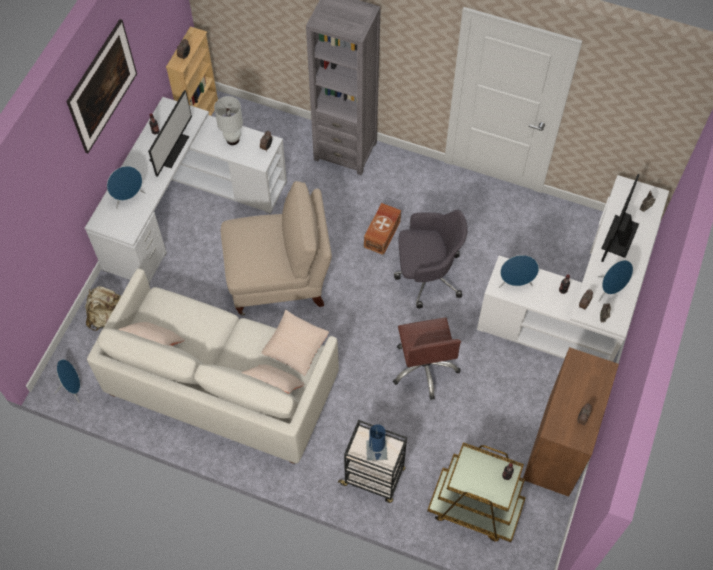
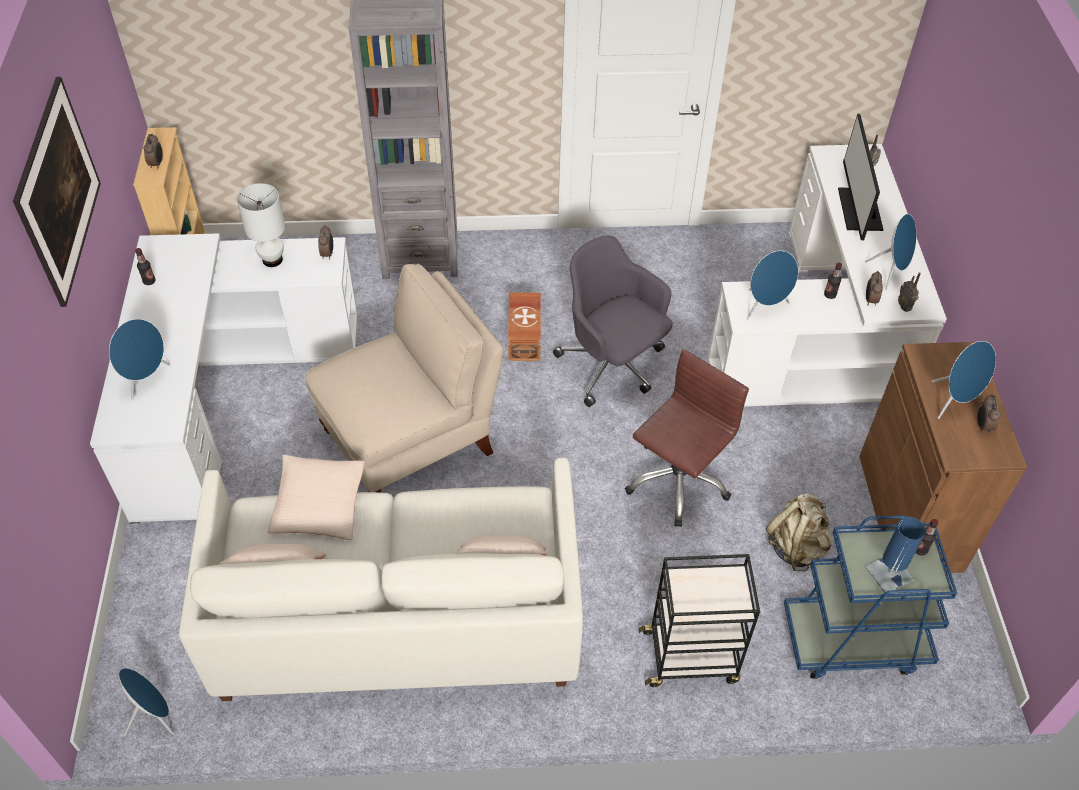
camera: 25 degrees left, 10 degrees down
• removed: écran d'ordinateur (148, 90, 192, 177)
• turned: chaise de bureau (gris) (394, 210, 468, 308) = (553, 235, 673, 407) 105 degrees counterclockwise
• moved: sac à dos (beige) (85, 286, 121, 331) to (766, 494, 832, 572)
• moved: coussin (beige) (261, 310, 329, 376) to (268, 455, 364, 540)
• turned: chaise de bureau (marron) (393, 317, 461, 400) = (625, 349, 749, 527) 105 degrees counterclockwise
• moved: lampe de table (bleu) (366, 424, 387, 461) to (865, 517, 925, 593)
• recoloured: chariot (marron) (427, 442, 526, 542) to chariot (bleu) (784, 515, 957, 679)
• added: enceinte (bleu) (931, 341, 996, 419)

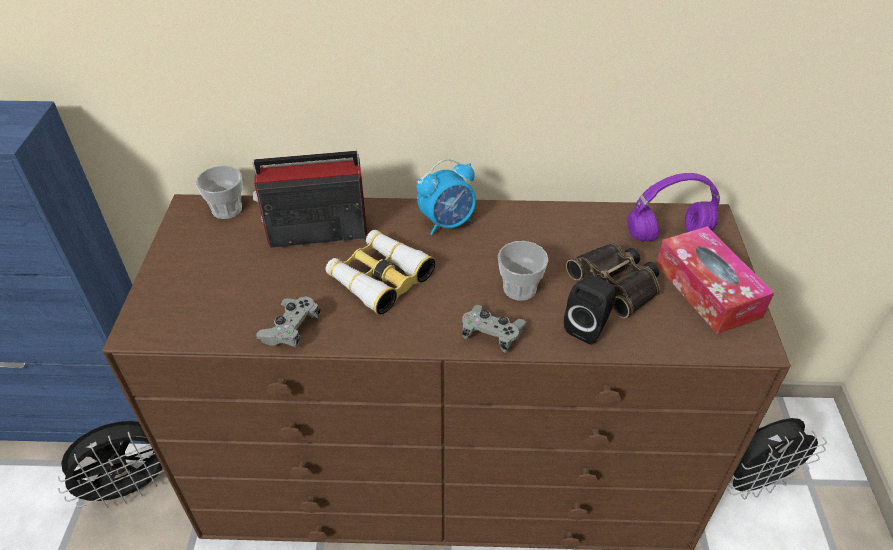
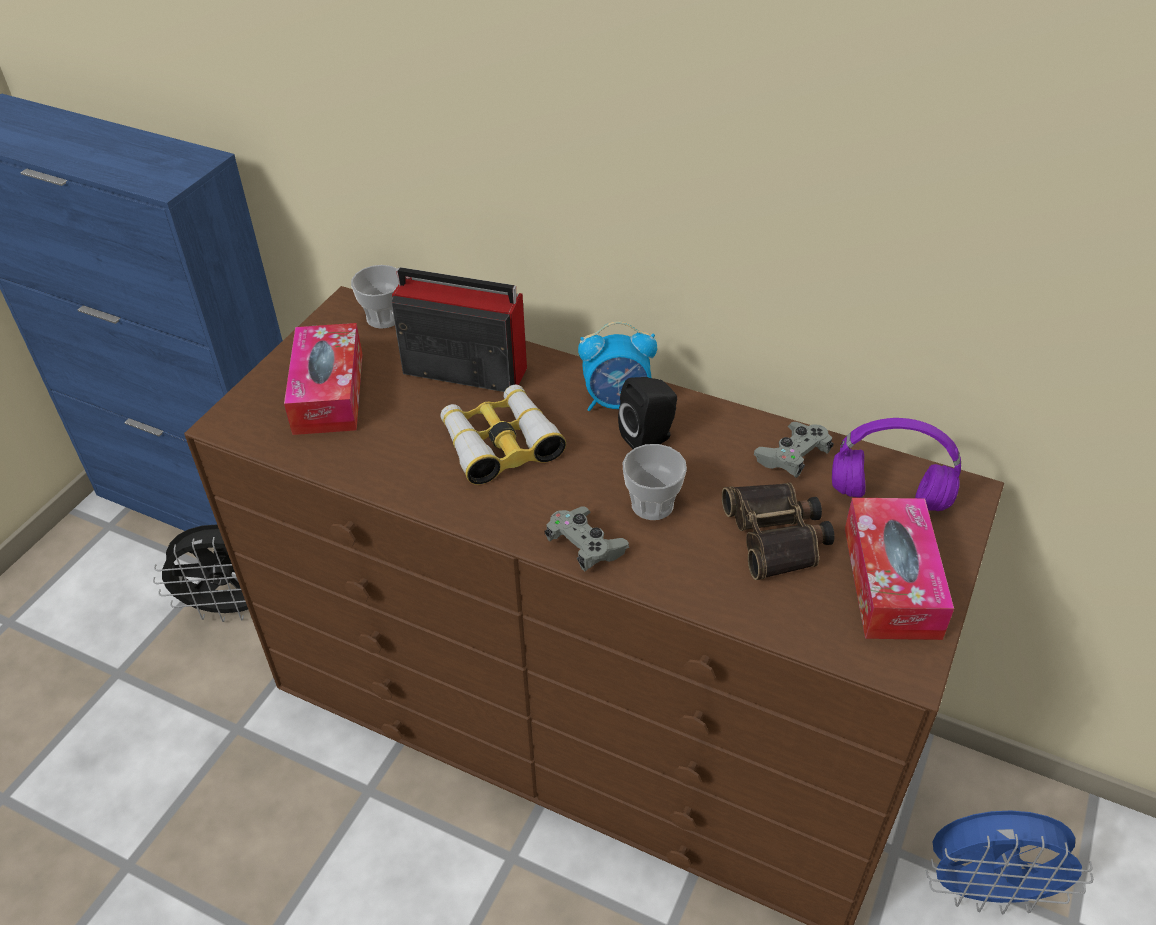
camera: 25 degrees right, 0 degrees up
• moved: enceinte (noir) (564, 276, 616, 345) to (618, 377, 677, 449)
• moved: manette (gris) (256, 296, 321, 348) to (754, 422, 834, 478)
• recoloured: ventilateur (noir) (728, 418, 827, 499) to ventilateur (bleu) (926, 810, 1093, 914)
• added: boîte à mouchoirs (284, 323, 362, 435)

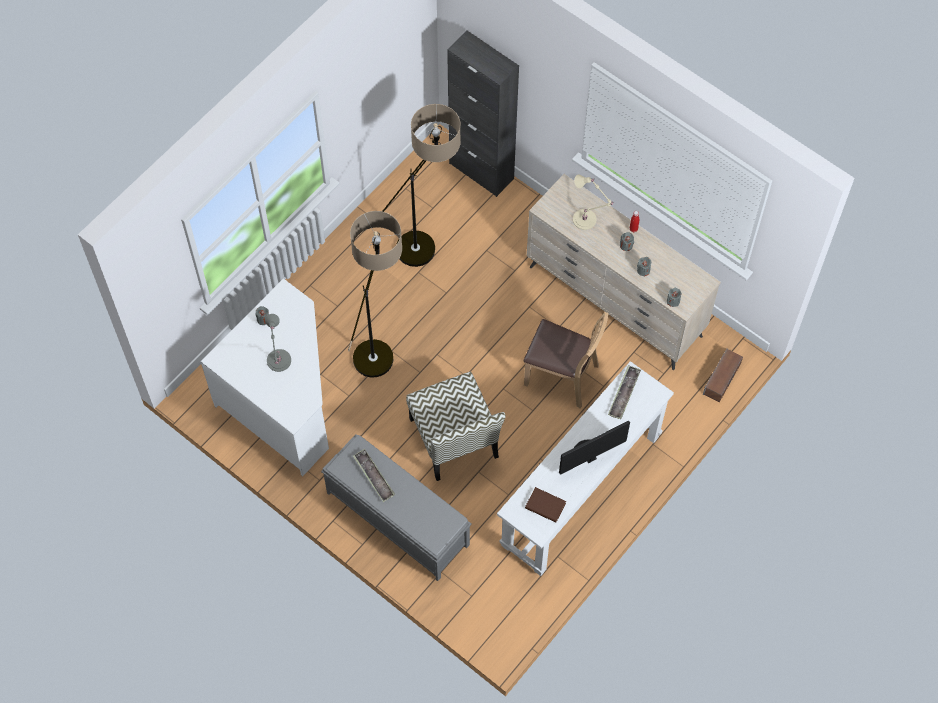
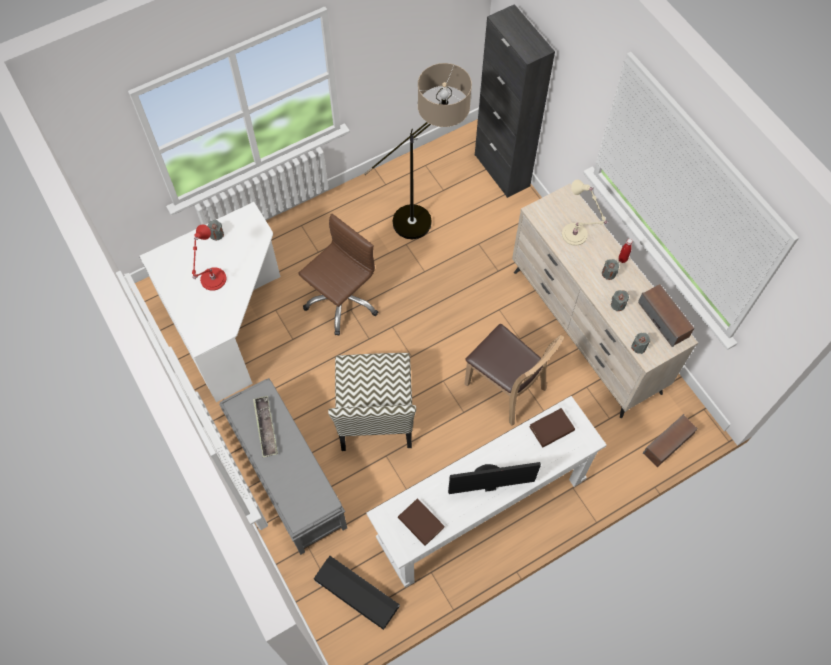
camera: 20 degrees right, 0 degrees up
• replaced: lampadaire (348, 211, 402, 378) to chaise de bureau (marron) (298, 214, 378, 335)
• recoloured: lampe de table (gris) (265, 314, 291, 372) to lampe de table (rouge) (192, 225, 226, 291)
• replaced: plateau (608, 365, 641, 419) to livre (marron) (529, 408, 575, 447)
• added: enceinte (638, 284, 694, 347)
• added: boîte de rangement (noir) (314, 556, 400, 630)

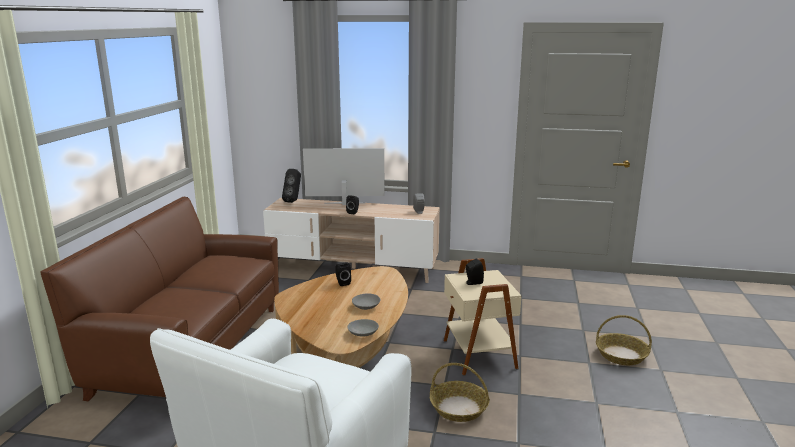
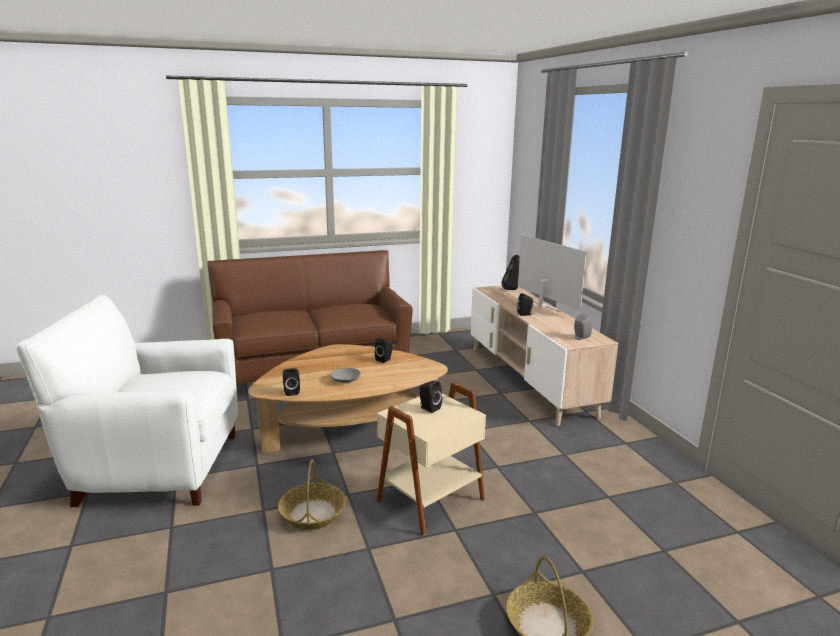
camera: 60 degrees right, 0 degrees up
• replaced: bol (gris) (347, 319, 379, 337) to enceinte (noir) (283, 368, 300, 396)

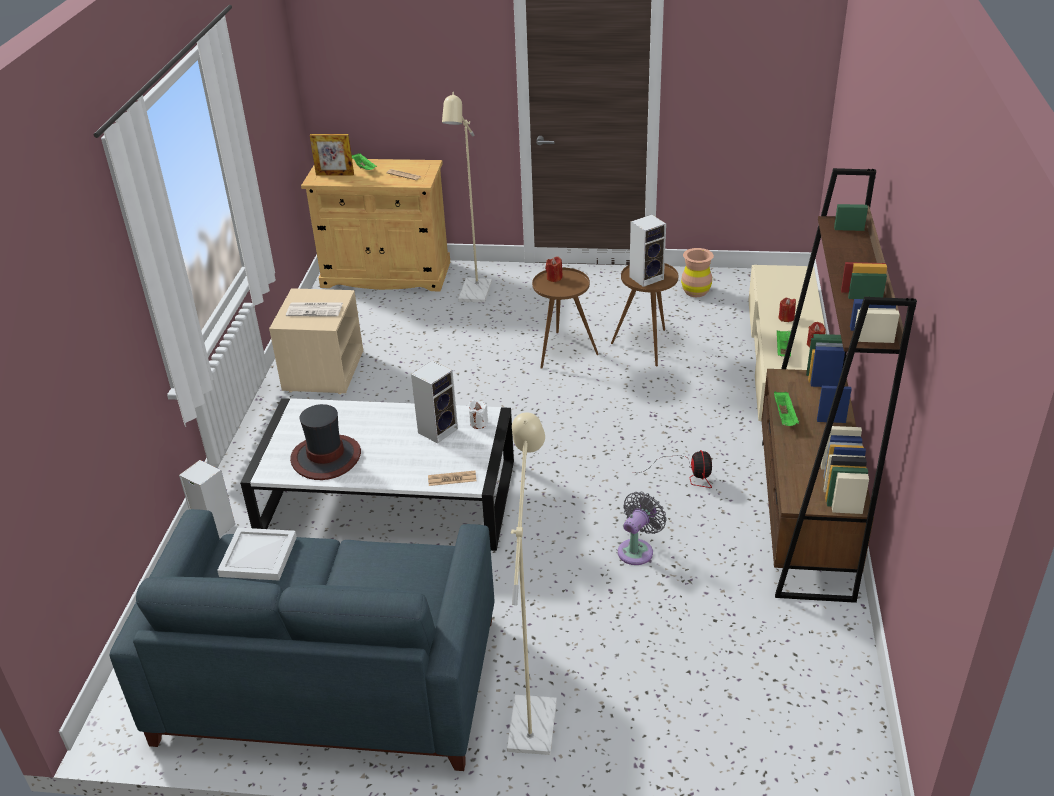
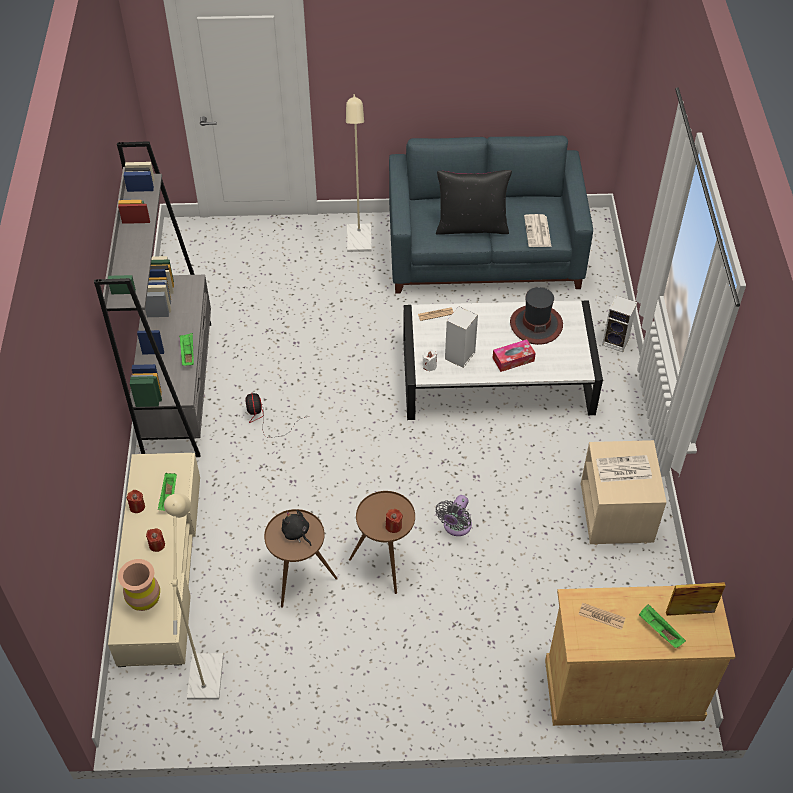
camera: 170 degrees right, 15 degrees up
• moved: lampadaire (beige) (442, 92, 492, 303) to (164, 494, 224, 700)
• recoloured: bibliothèque (marron) (761, 168, 917, 603) to bibliothèque (gris) (94, 141, 211, 457)
• replaced: enceinte (629, 215, 666, 287) to peluche (noir) (282, 510, 311, 546)
• moved: vase (marron) (681, 248, 714, 297) to (118, 559, 160, 611)
• moved: ventilateur (gris) (618, 492, 667, 565) to (435, 495, 472, 536)
• replaced: plateau (blanc) (217, 528, 297, 581) to journal (524, 214, 551, 247)
• added: coussin (noir) (436, 170, 512, 235)
• added: boîte à mouchoirs (493, 339, 536, 372)

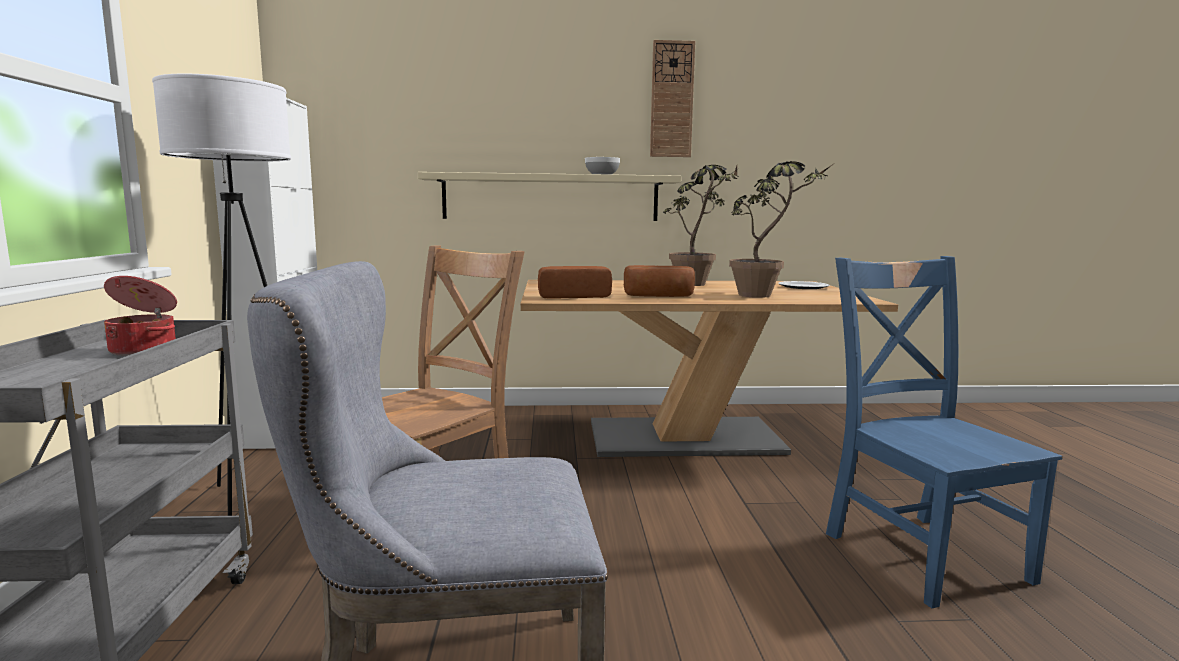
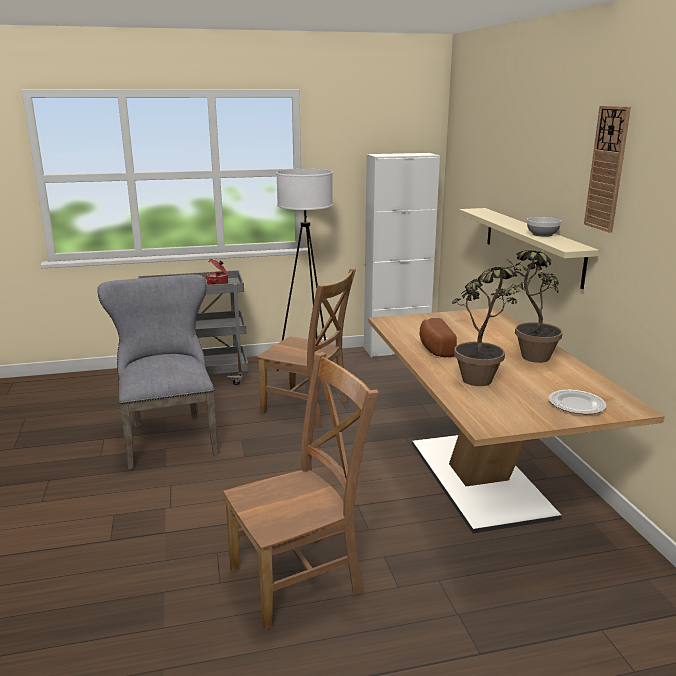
camera: 80 degrees right, 10 degrees up
• recoloured: chaise (bleu) (826, 256, 1063, 608) to chaise (marron) (223, 352, 379, 630)
• removed: pain (538, 266, 612, 299)

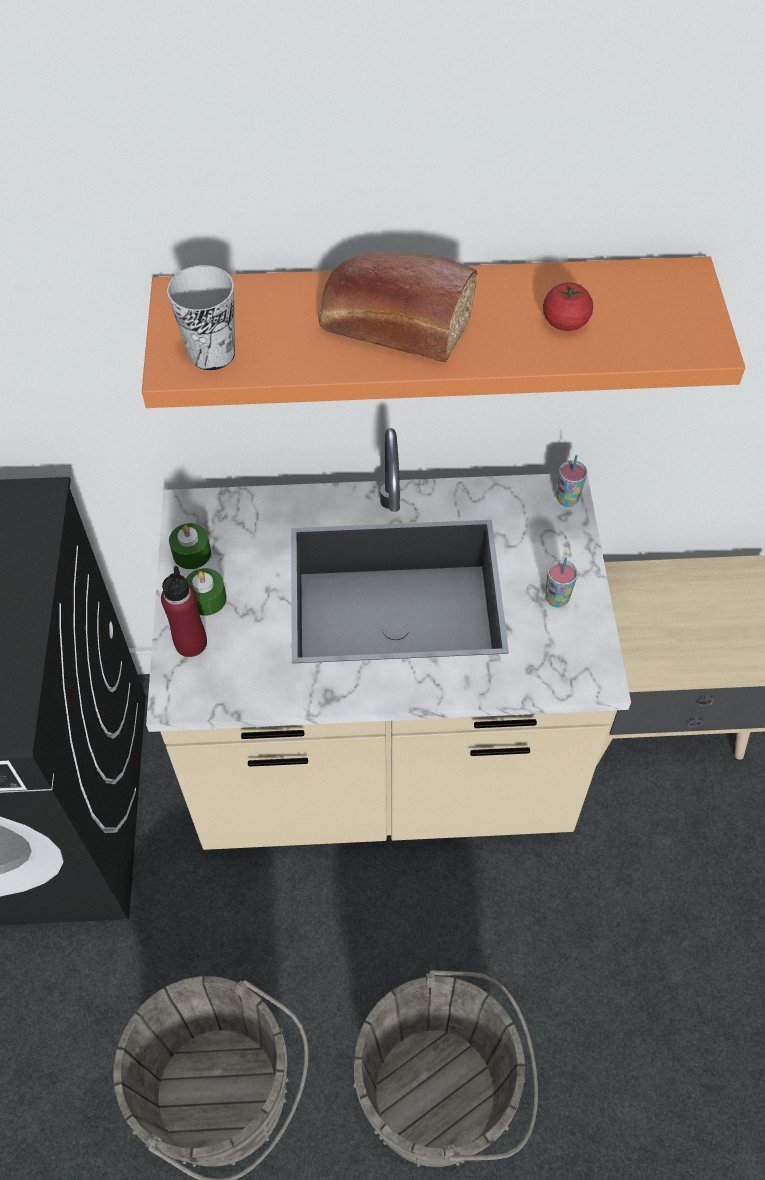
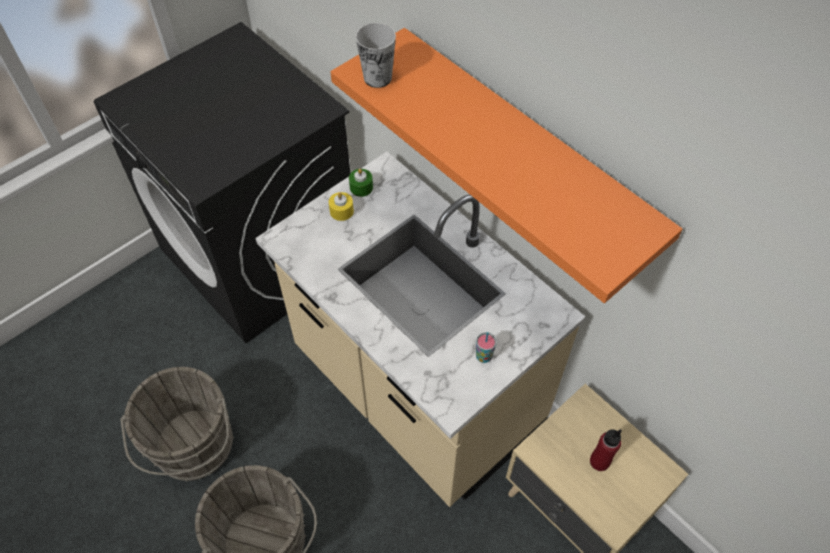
camera: 50 degrees right, 0 degrees up
• removed: pain (318, 252, 477, 363)
• removed: tomate (543, 282, 593, 331)
• removed: tasse (557, 455, 587, 507)
• moved: bouteille (rouge) (161, 566, 207, 657) to (590, 429, 622, 471)
• recoloured: bougie (vert) (186, 568, 227, 616) to bougie (jaune) (329, 192, 354, 221)

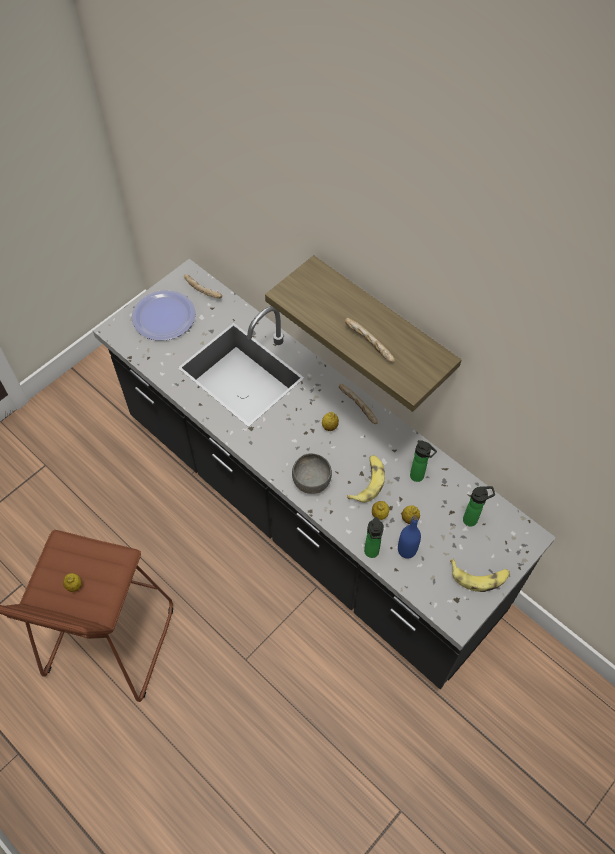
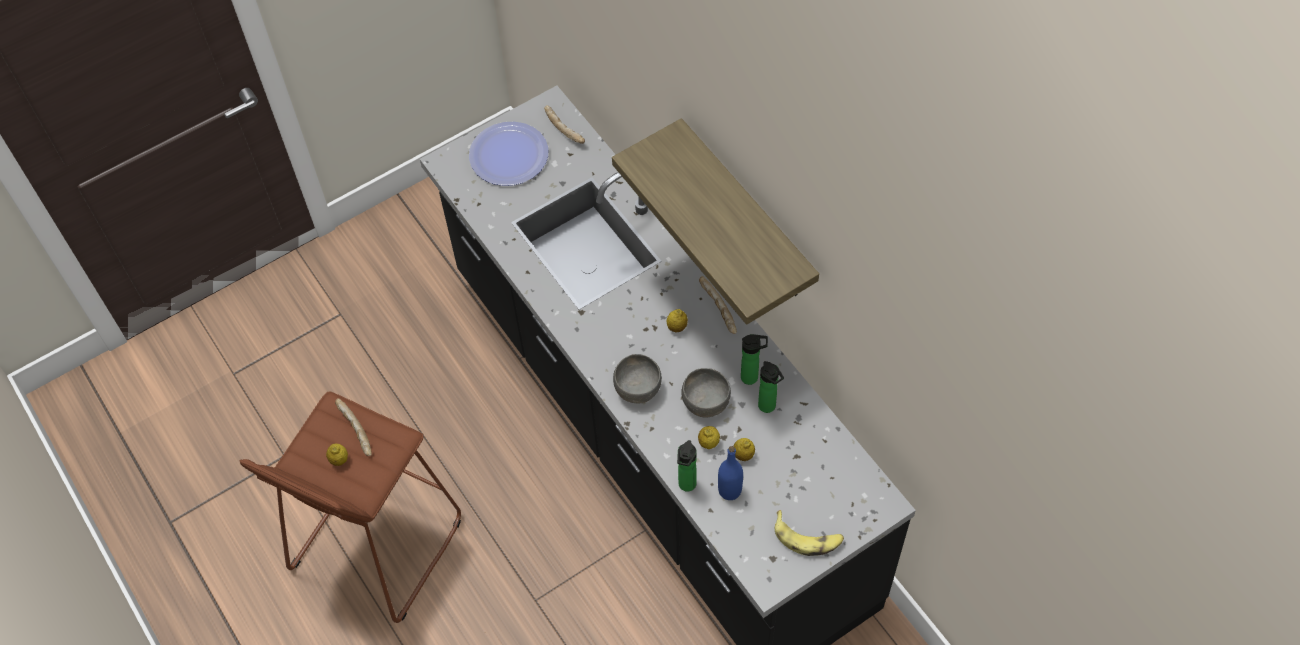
camera: 15 degrees right, 0 degrees up
• moved: pain (345, 318, 395, 362) to (335, 398, 372, 456)
• replaced: banane (347, 455, 385, 503) to bol (gris) (681, 368, 731, 418)
• moved: bouteille (463, 486, 495, 527) to (741, 334, 768, 385)

